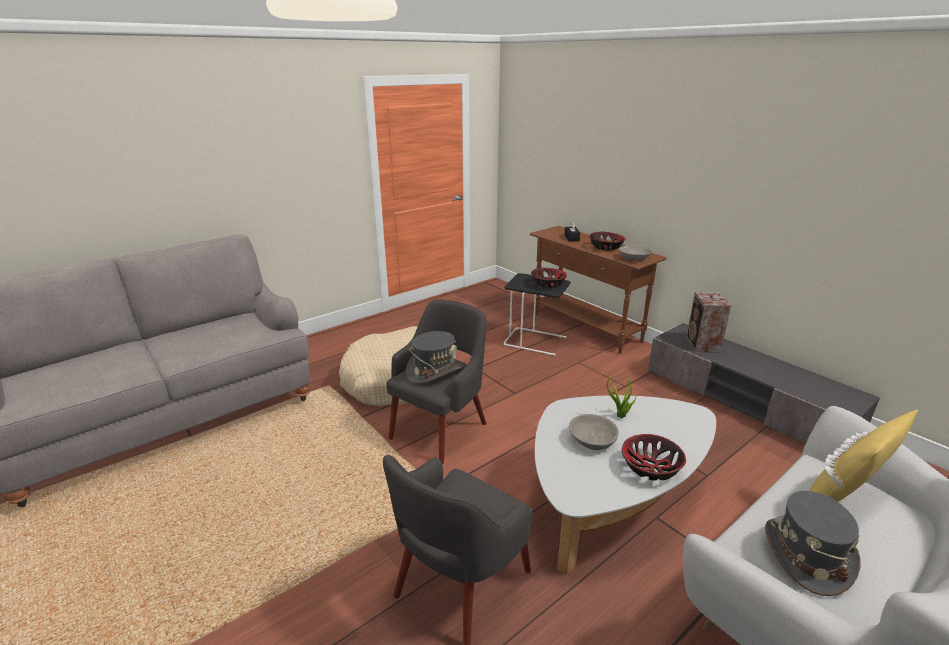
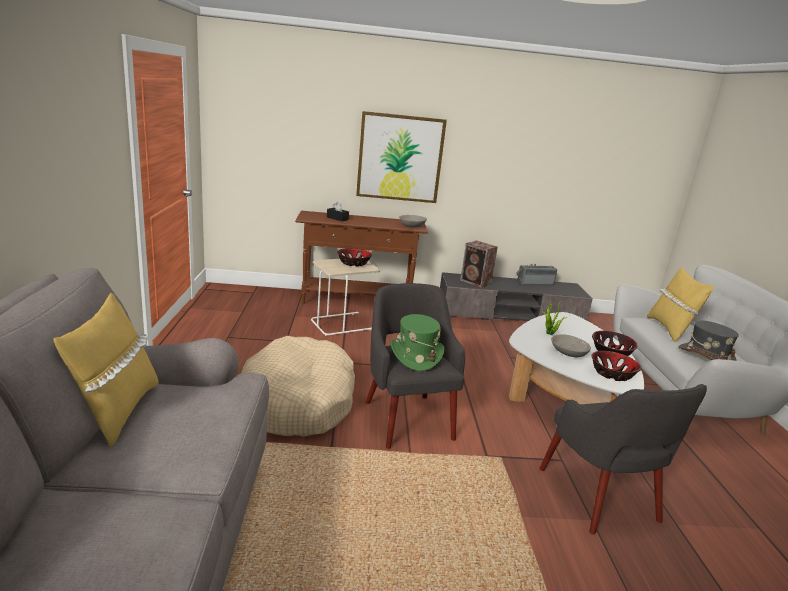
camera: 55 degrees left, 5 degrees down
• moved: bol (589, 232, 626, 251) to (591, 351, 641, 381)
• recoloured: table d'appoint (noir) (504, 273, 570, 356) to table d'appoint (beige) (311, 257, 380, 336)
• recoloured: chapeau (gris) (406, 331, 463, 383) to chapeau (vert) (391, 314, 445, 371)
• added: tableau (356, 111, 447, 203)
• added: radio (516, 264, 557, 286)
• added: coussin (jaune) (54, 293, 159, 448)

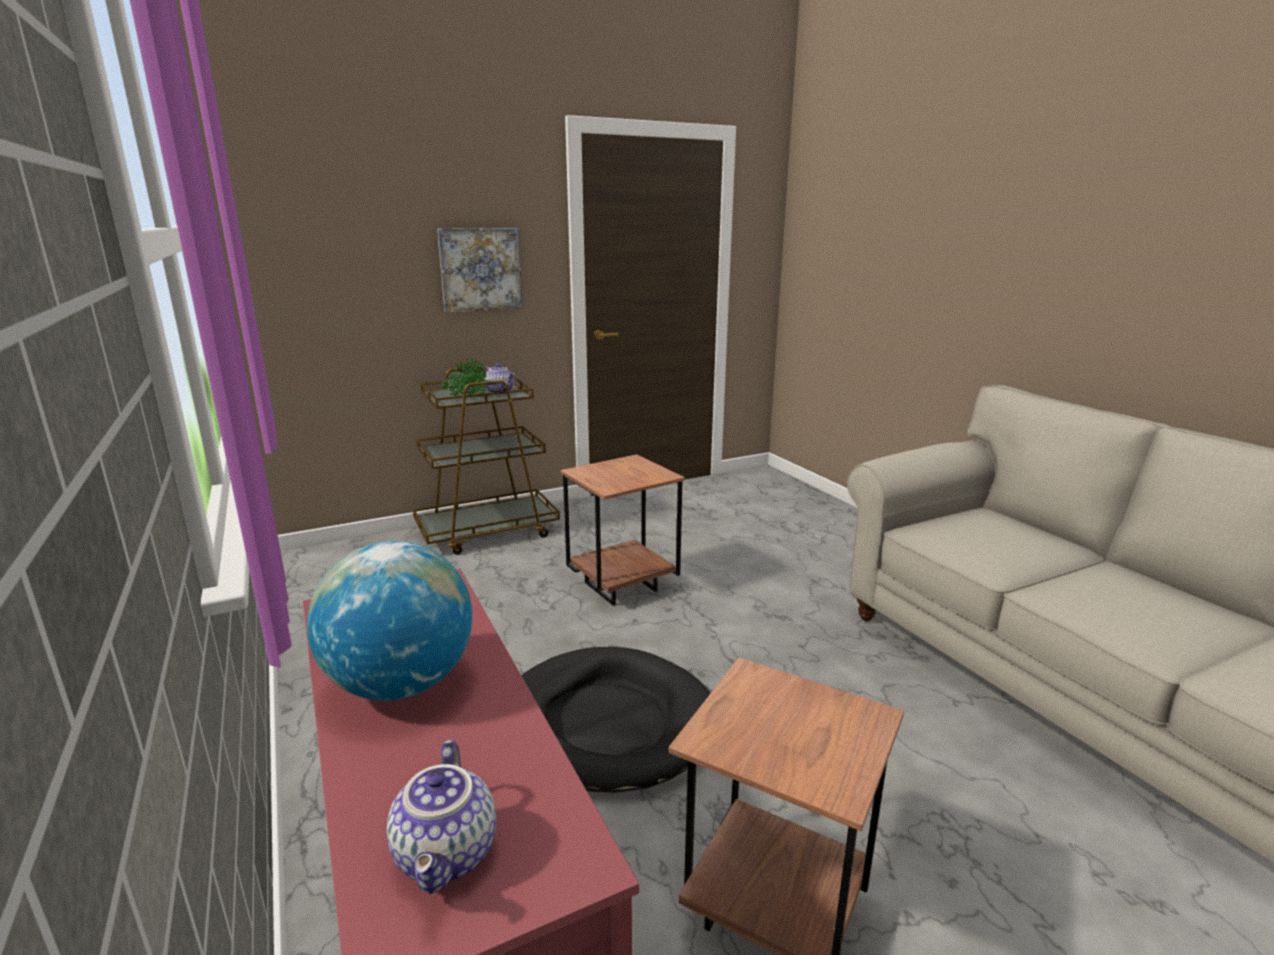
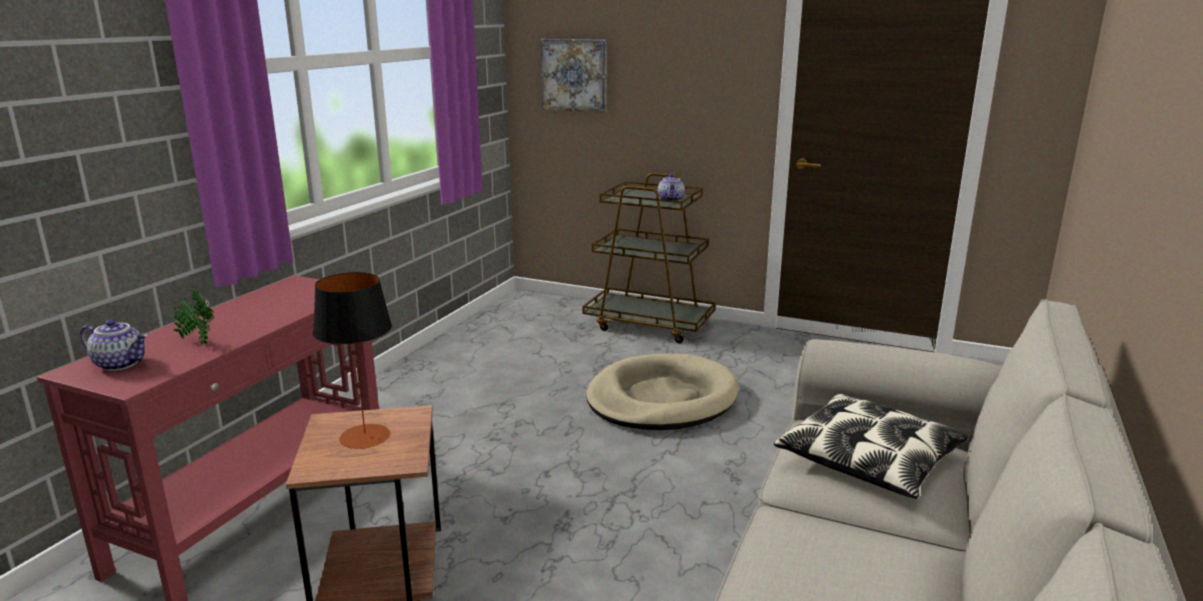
camera: 50 degrees right, 0 degrees up
• moved: tableau (437, 228, 523, 313) to (541, 39, 607, 113)
• moved: plante en pot (441, 359, 487, 398) to (173, 287, 214, 346)
• replaced: table d'appoint (marron) (560, 454, 685, 606) to panier pour chien (beige) (586, 354, 739, 430)
• removed: globe (307, 541, 472, 701)
• removed: panier pour chien (noir) (521, 647, 711, 793)
• turned: théière (387, 740, 496, 894) = (80, 319, 148, 371) 120 degrees counterclockwise
• added: lampe de table (313, 272, 392, 449)
• added: coussin (774, 393, 968, 499)

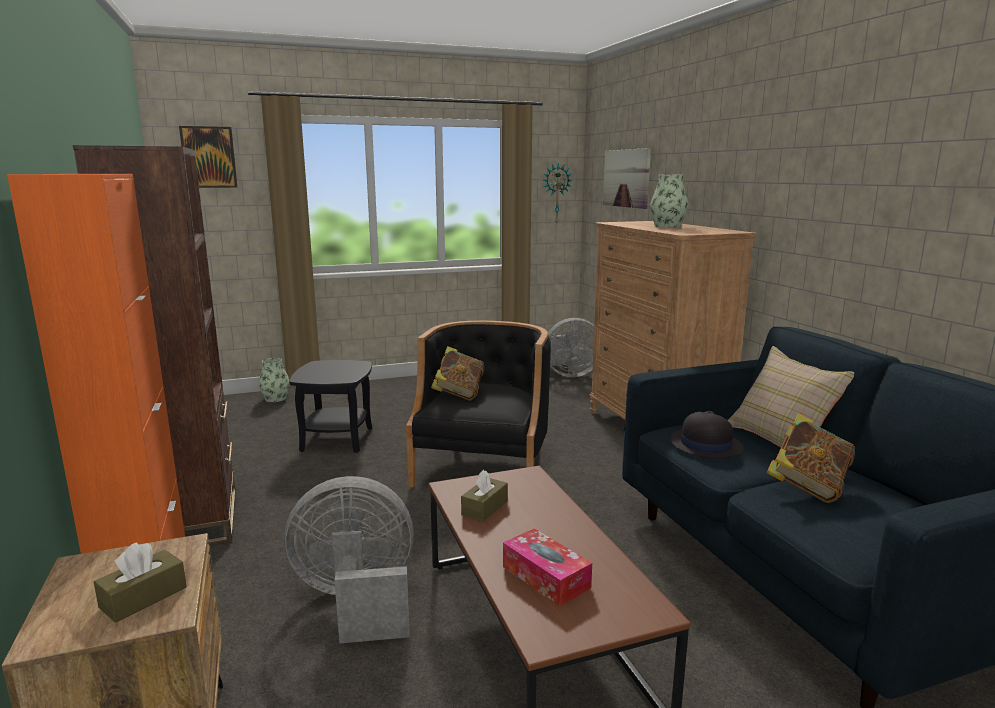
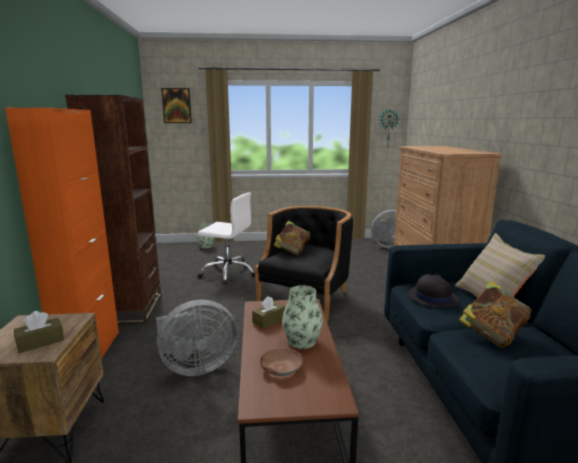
camera: 15 degrees right, 0 degrees up
• removed: tableau (603, 148, 651, 209)
• moved: vase (650, 175, 688, 228) to (282, 285, 323, 349)
• replaced: table d'appoint (noir) (289, 360, 372, 453) to chaise de bureau (blanc) (198, 192, 255, 284)
• turned: ventilateur (gris) (284, 476, 414, 644) = (156, 300, 237, 376) 150 degrees clockwise
• replaced: boîte à mouchoirs (503, 528, 592, 606) to bol (marron) (260, 348, 303, 376)

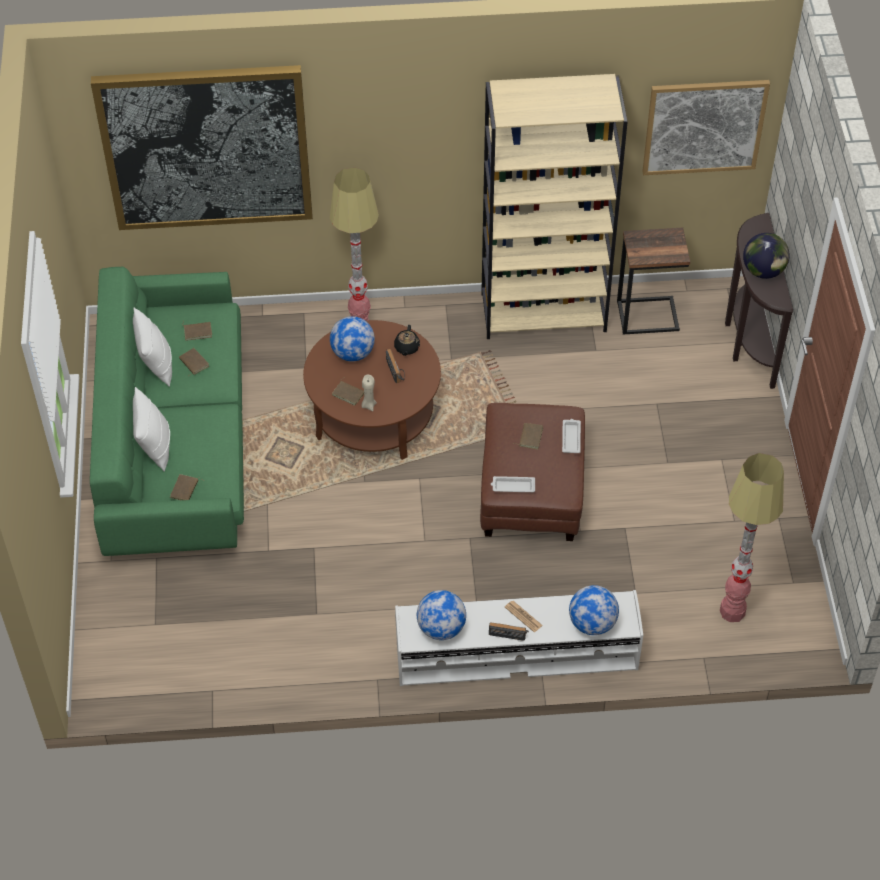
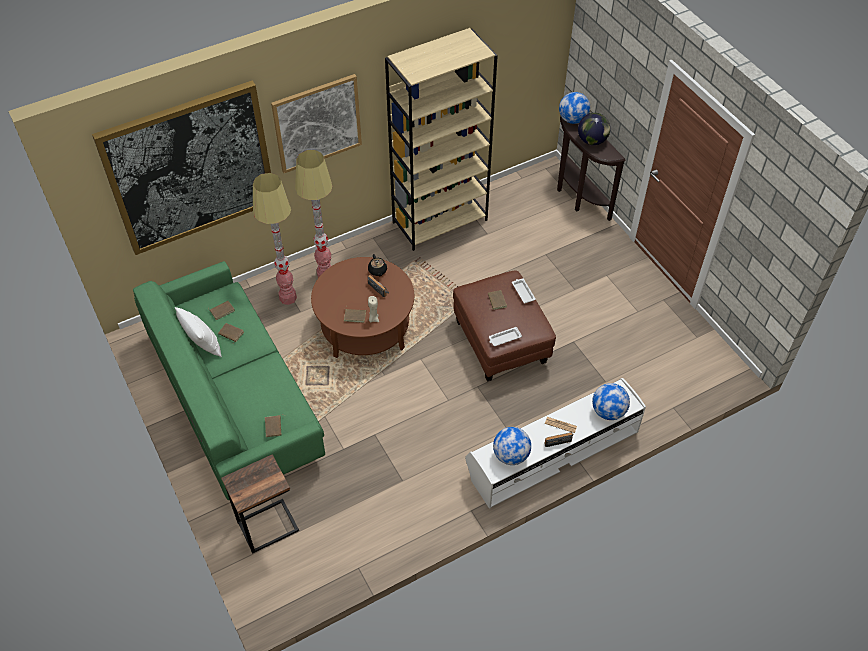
camera: 25 degrees left, 0 degrees up
• moved: tableau (642, 80, 770, 175) to (271, 74, 362, 173)
• moved: table d'appoint (617, 228, 690, 335) to (221, 454, 299, 554)
• moved: globe (330, 316, 375, 361) to (559, 92, 590, 124)
• removed: coussin (blanc) (133, 387, 170, 472)
• moved: lampadaire (720, 453, 784, 622) to (253, 173, 297, 305)

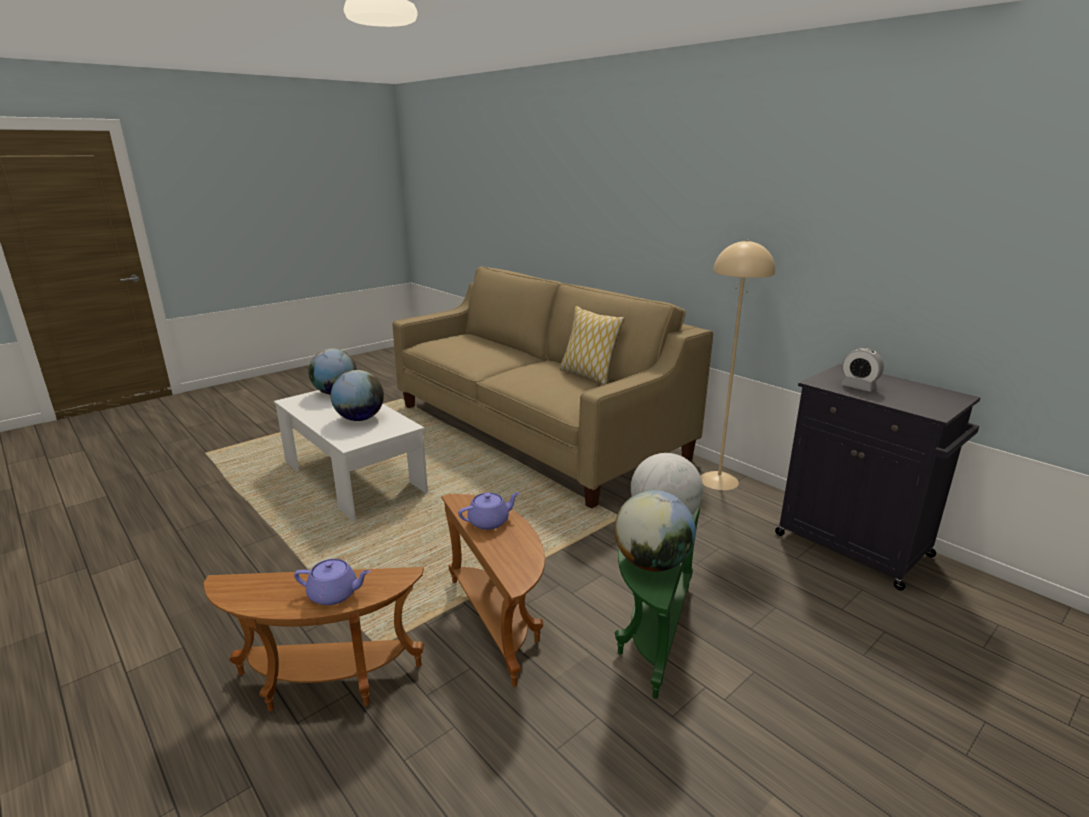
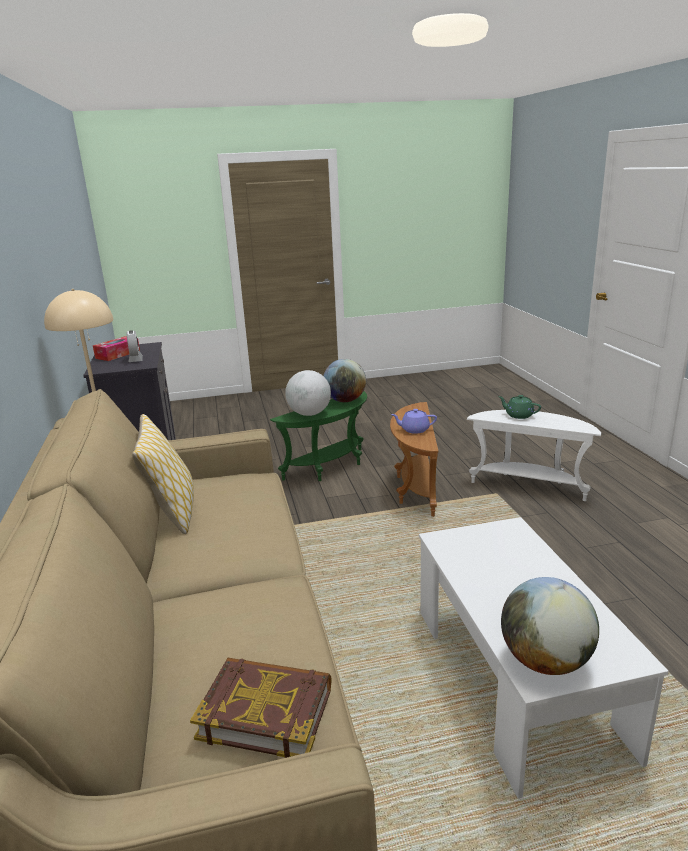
camera: 150 degrees left, 0 degrees up
• removed: globe (331, 370, 384, 421)
• recoloured: théière (violet) (294, 559, 371, 605) to théière (vert) (498, 395, 541, 419)
• recoloured: table d'appoint (marron) (203, 567, 424, 711) to table d'appoint (blanc) (467, 410, 601, 501)
• added: boîte à mouchoirs (93, 336, 140, 361)
• added: livre (190, 658, 332, 758)

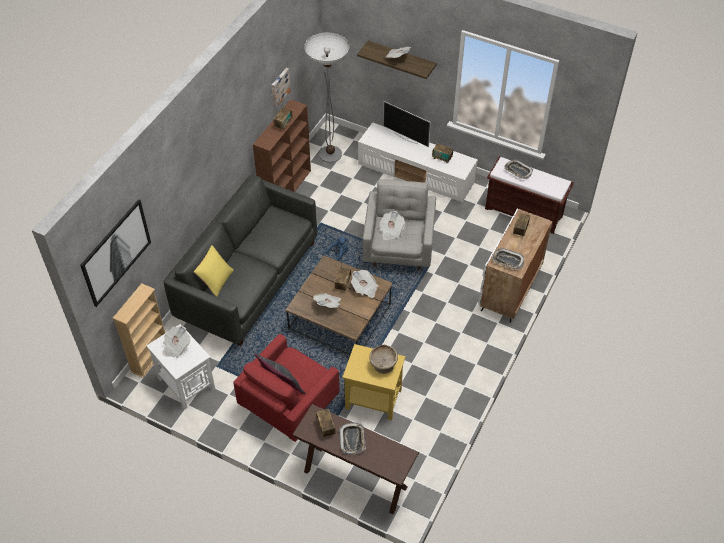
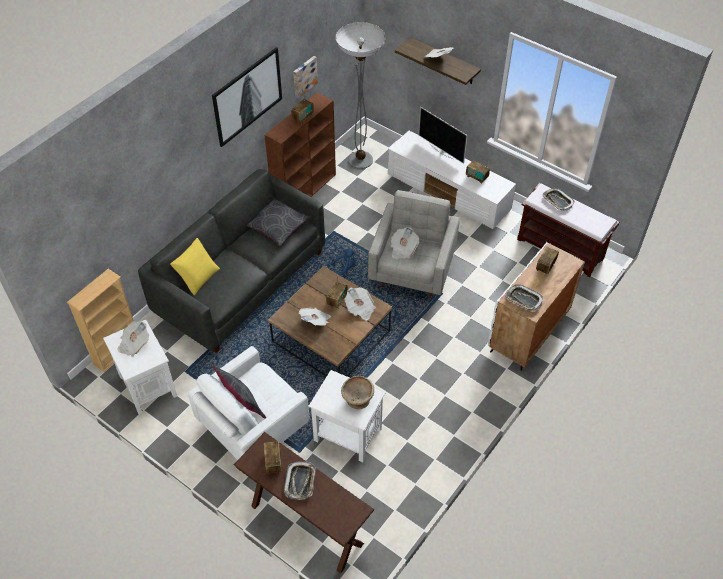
camera: 10 degrees right, 0 degrees up
• moved: tableau (80, 199, 151, 307) to (212, 47, 282, 147)
• recoloured: fauteuil (rouge) (233, 334, 340, 442) to fauteuil (blanc) (188, 346, 310, 460)
• recoloured: table d'appoint (jaune) (342, 344, 405, 420) to table d'appoint (blanc) (308, 370, 385, 462)
• added: coussin (gris) (247, 197, 311, 246)

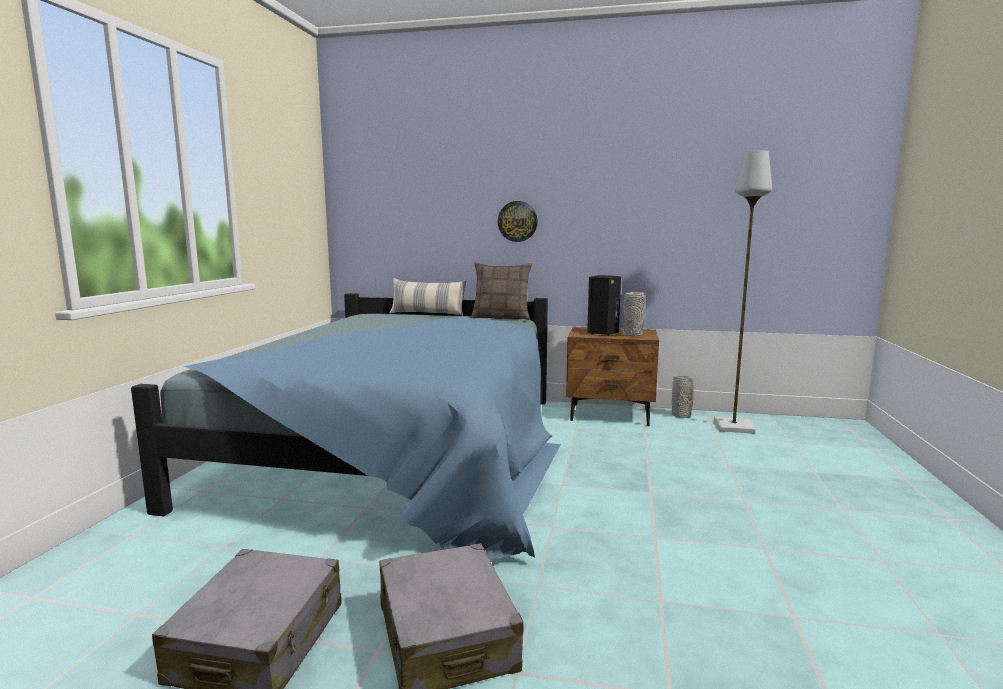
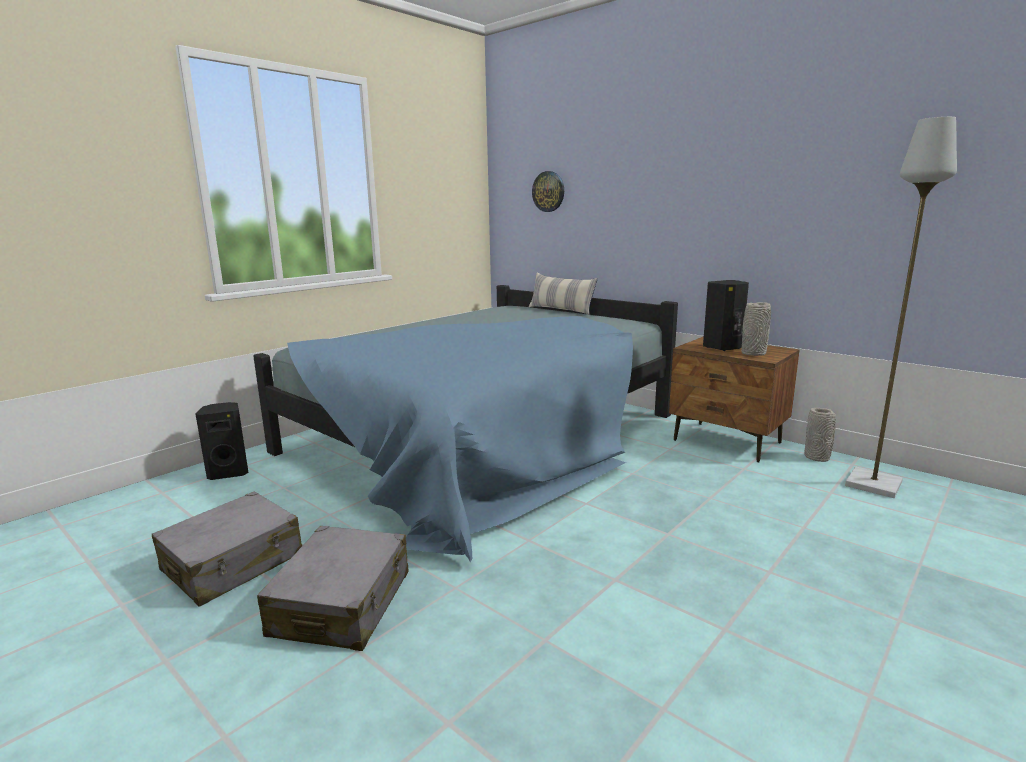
camera: 30 degrees right, 5 degrees up
• moved: horloge murale (498, 201, 538, 242) to (532, 171, 564, 212)
• removed: coussin (471, 262, 532, 320)
• added: enceinte (noir) (196, 402, 249, 480)

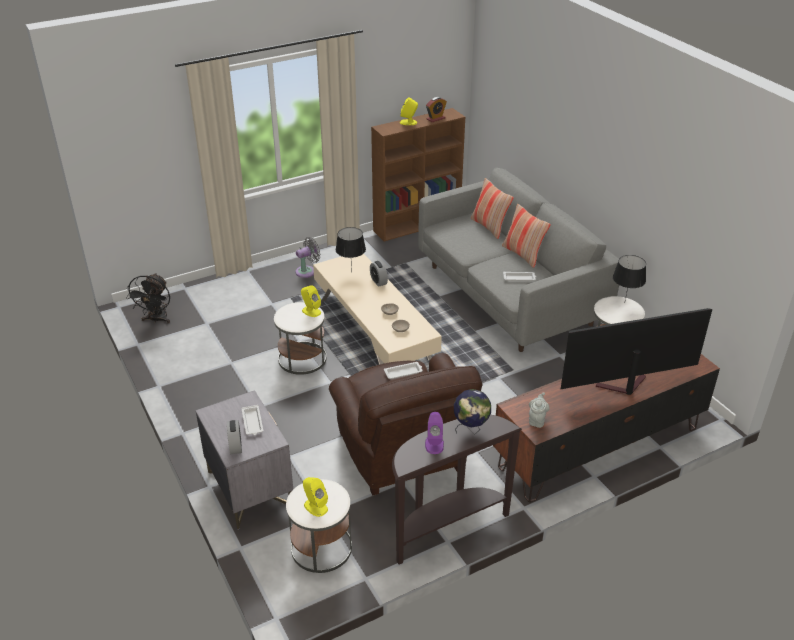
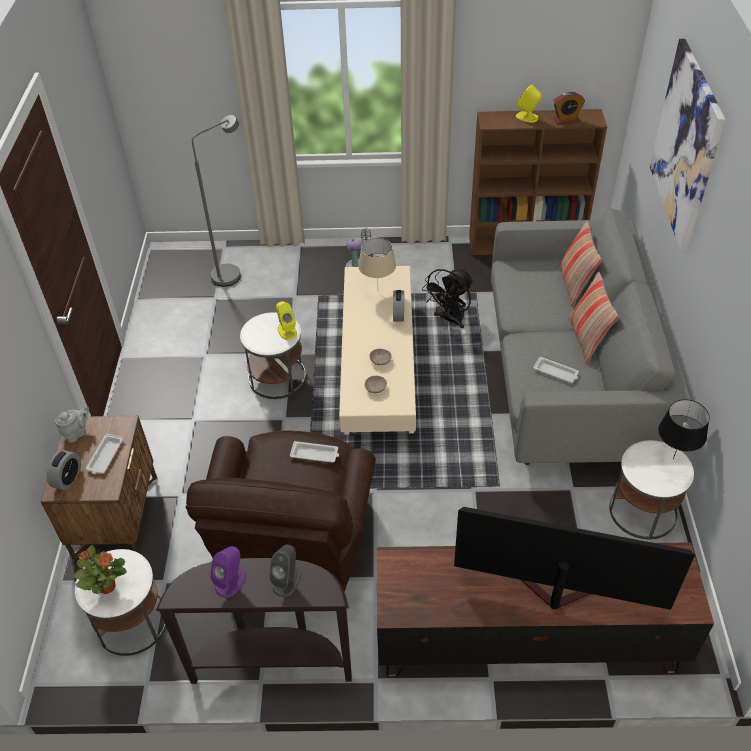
camera: 30 degrees right, 10 degrees up
• recoloured: lampe de table (noir) (336, 227, 366, 272) to lampe de table (beige) (358, 238, 396, 282)
• moved: ventilateur (noir) (126, 273, 170, 323) to (422, 268, 474, 328)
• replaced: globe (454, 389, 491, 435) to enceinte (gris) (269, 545, 301, 597)
• recoloured: table de chevet (gris) (195, 390, 293, 529) to table de chevet (marron) (40, 416, 157, 560)
• moved: théière (gris) (529, 392, 550, 428) to (55, 406, 89, 443)
• replaced: enceinte (jaune) (303, 477, 328, 517) to plante en pot (73, 545, 127, 594)
• added: tableau (649, 39, 726, 252)
• added: lampadaire (gris) (192, 115, 241, 287)

